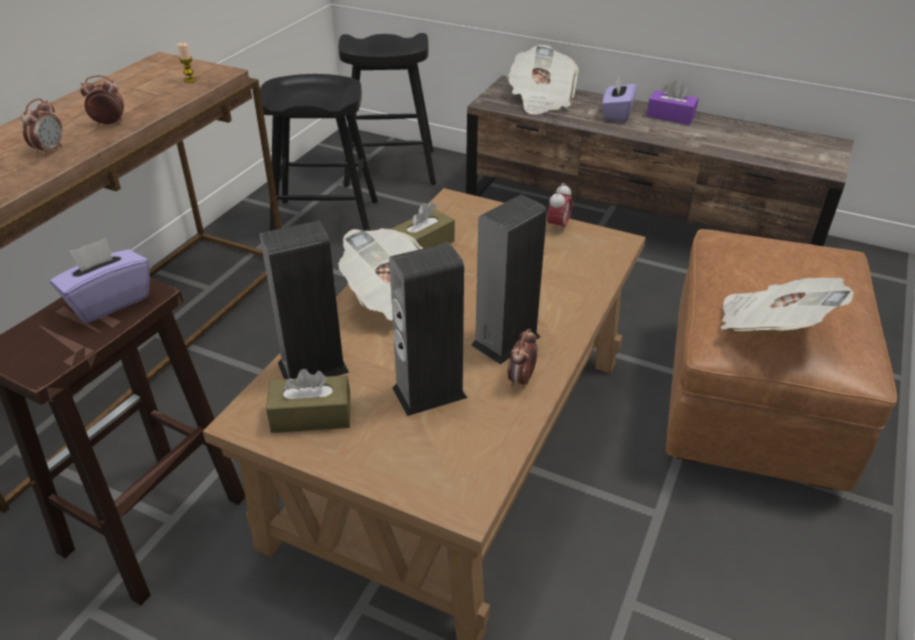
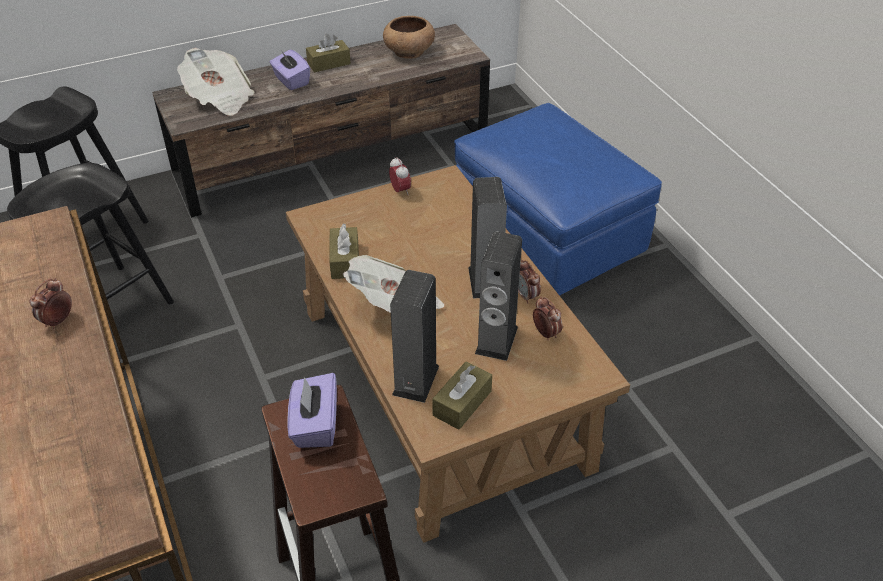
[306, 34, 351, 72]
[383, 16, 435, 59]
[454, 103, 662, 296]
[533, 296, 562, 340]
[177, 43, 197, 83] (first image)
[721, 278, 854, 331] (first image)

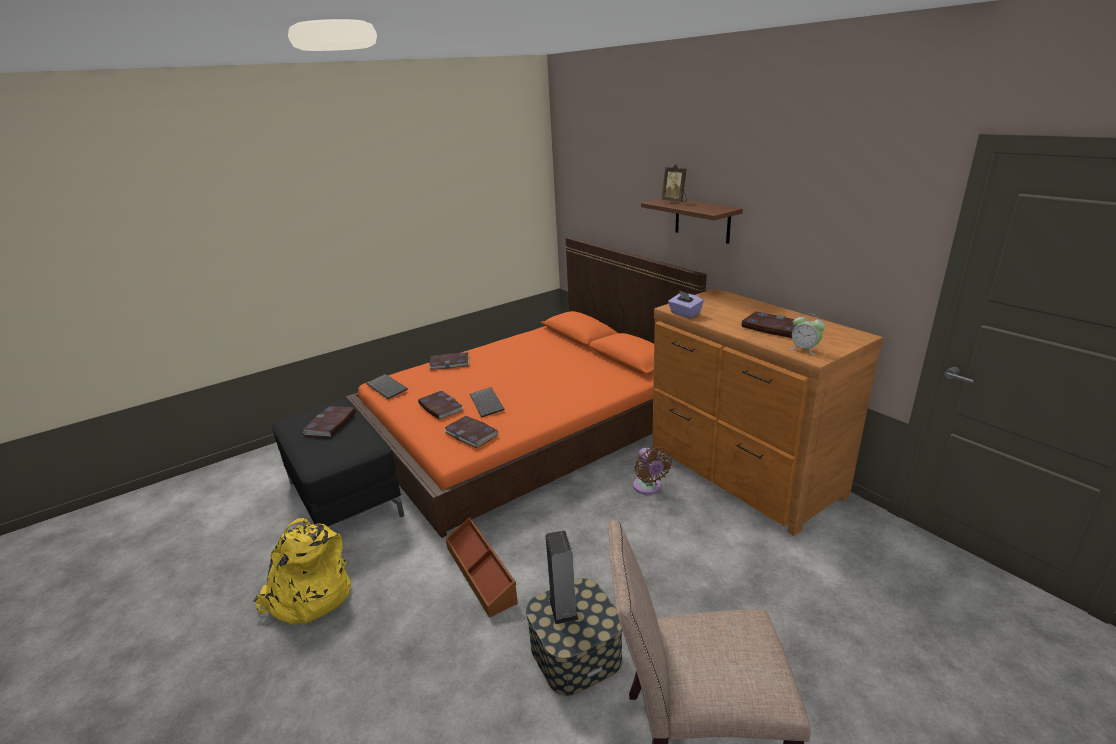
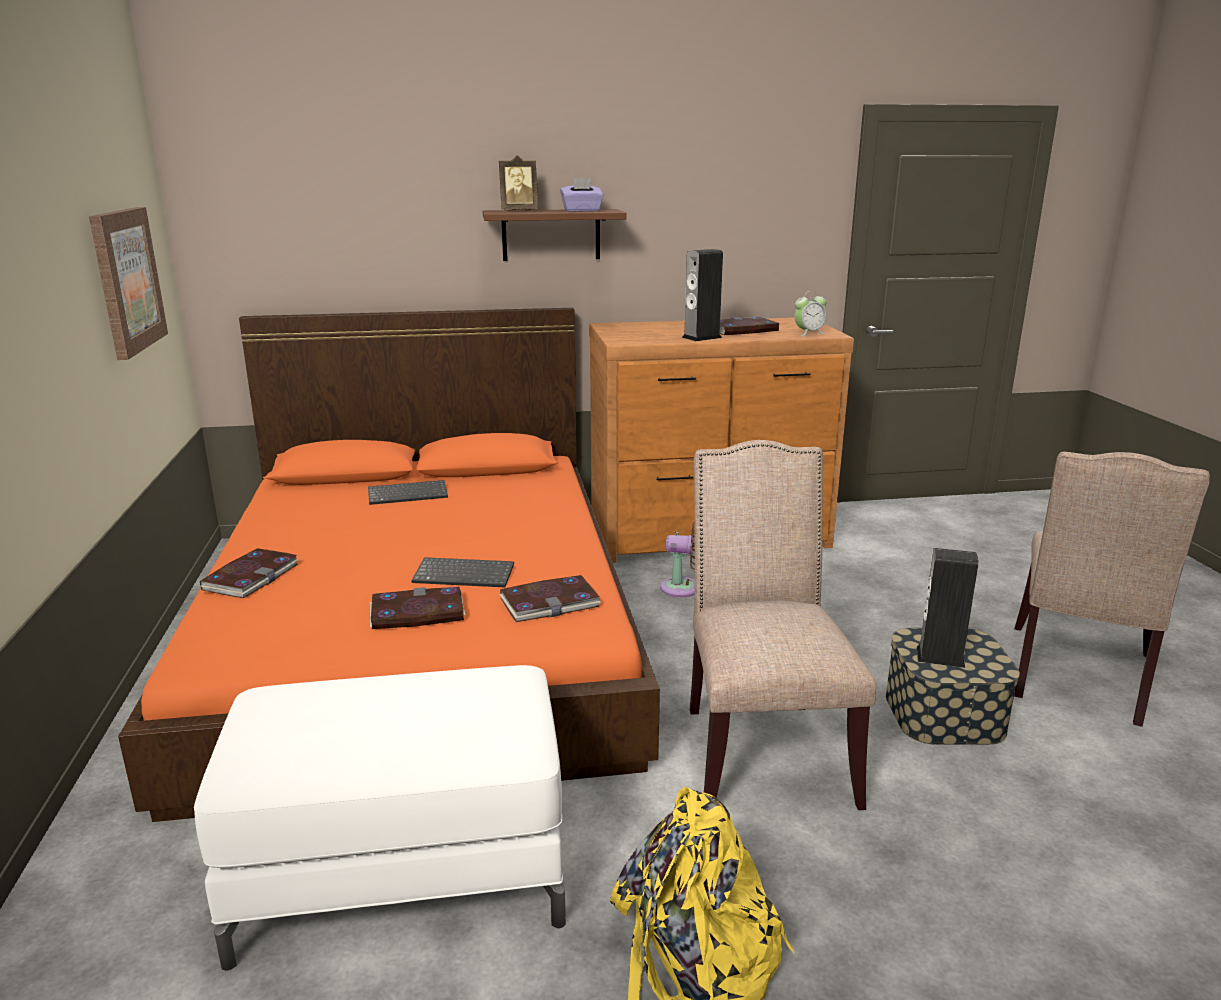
[89, 207, 168, 360]
[194, 665, 566, 970]
[368, 480, 448, 505]
[560, 178, 603, 212]
[682, 249, 723, 341]
[690, 440, 876, 810]
[303, 406, 356, 437] (first image)

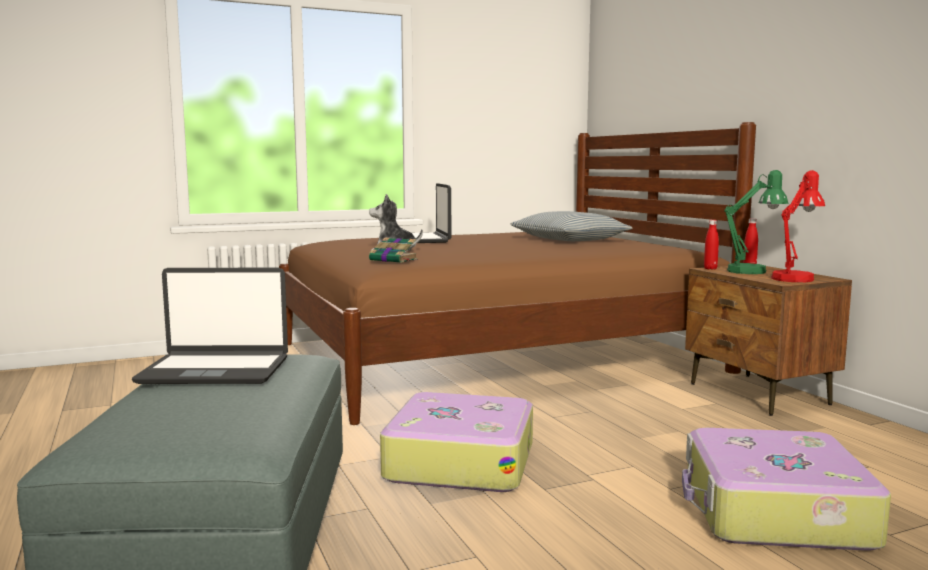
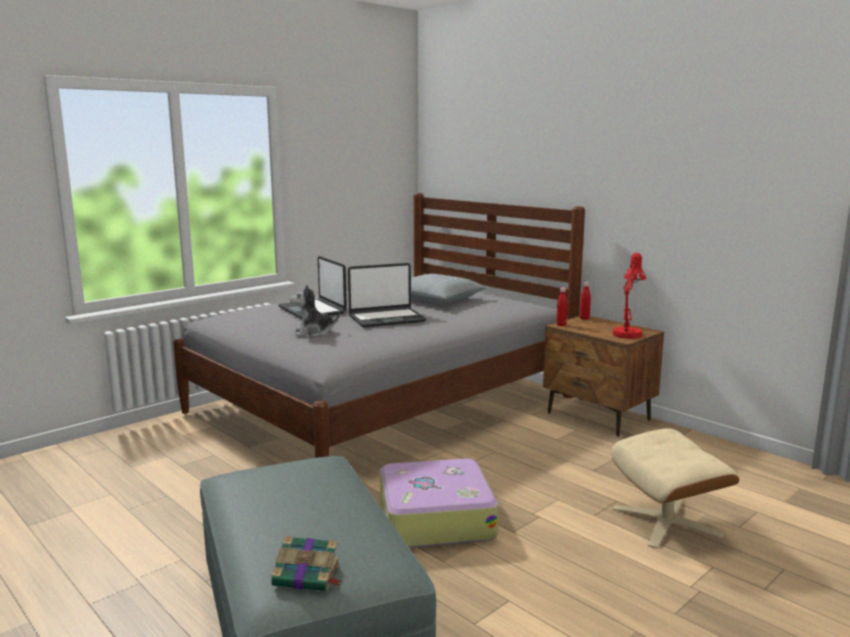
[173, 193, 585, 458]
[271, 536, 341, 591]
[348, 263, 426, 327]
[611, 428, 739, 549]
[724, 170, 789, 274] (first image)

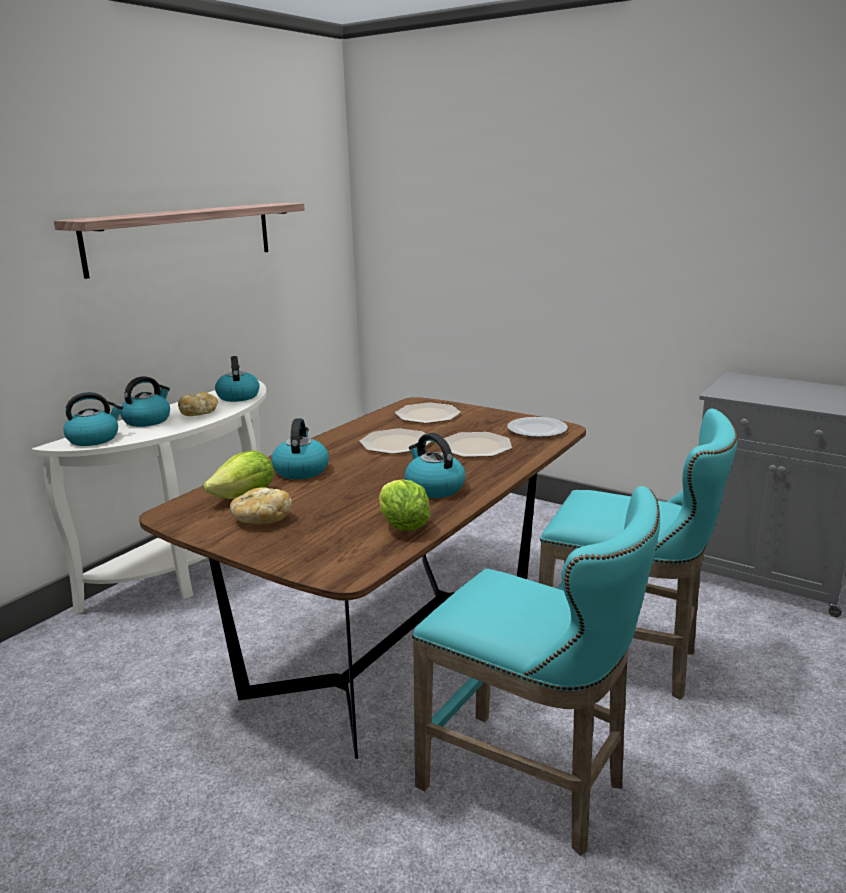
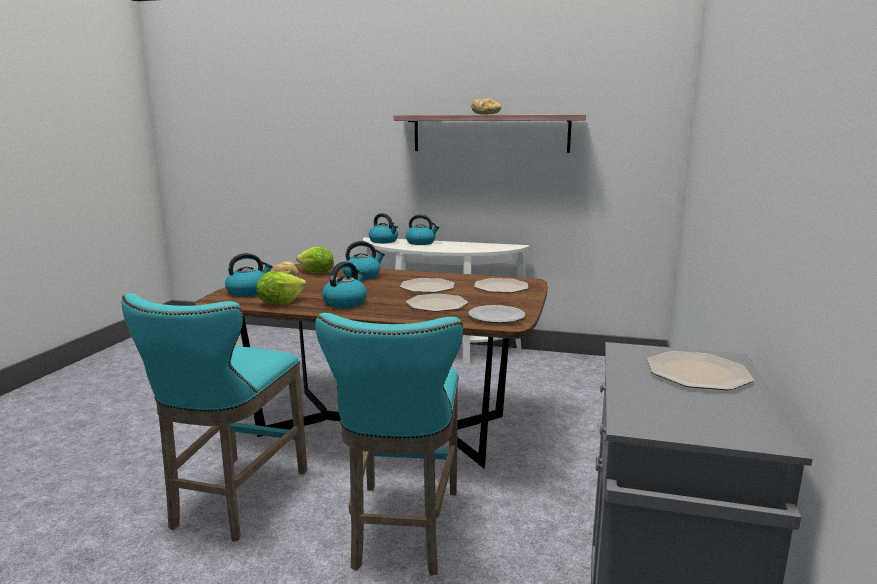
[225, 253, 273, 297]
[471, 99, 502, 115]
[647, 351, 754, 390]

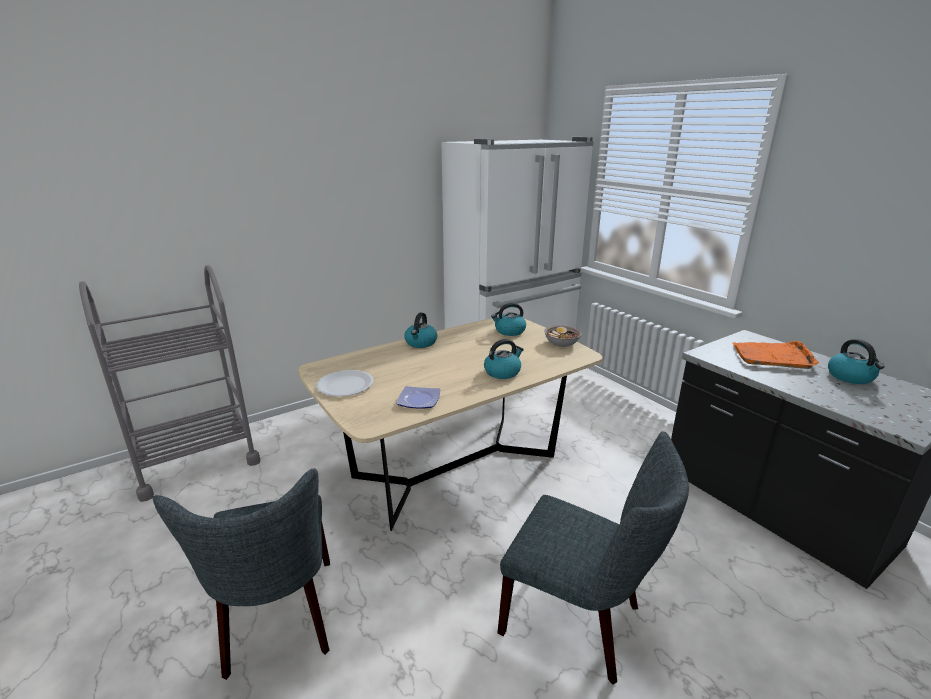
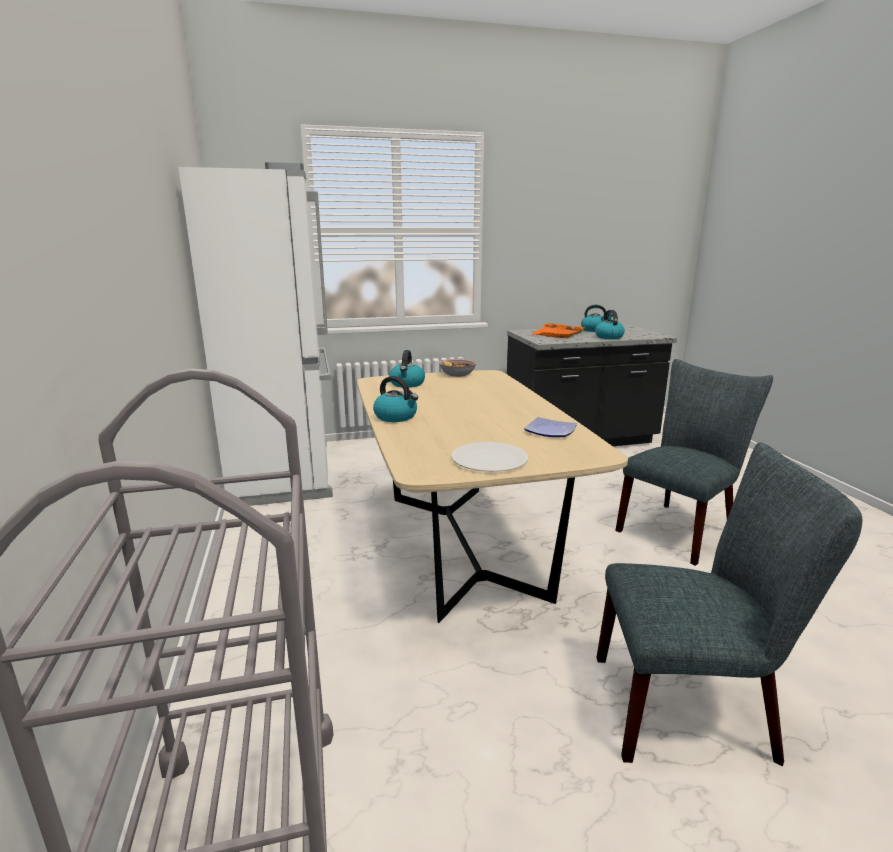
[595, 310, 625, 339]

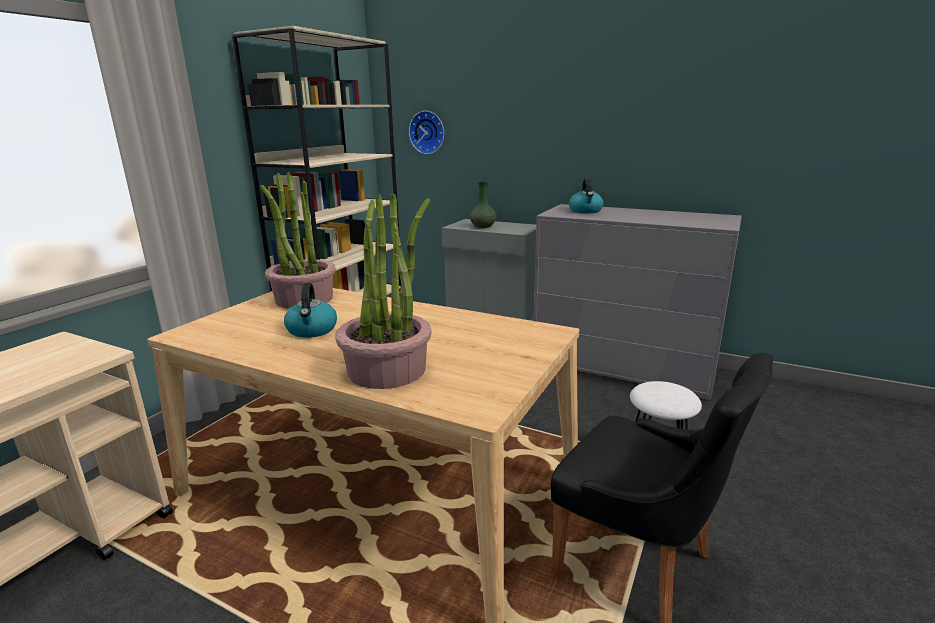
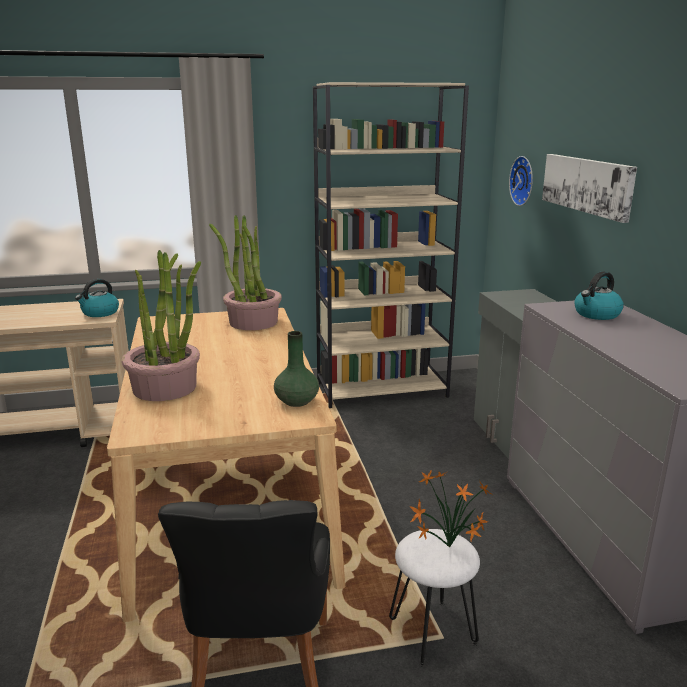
[75, 279, 119, 317]
[274, 331, 319, 407]
[409, 469, 491, 547]
[542, 154, 637, 223]

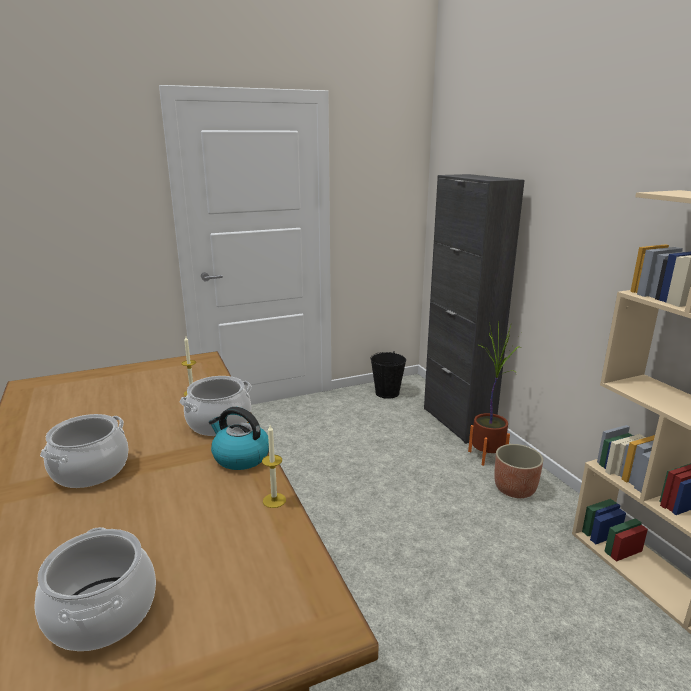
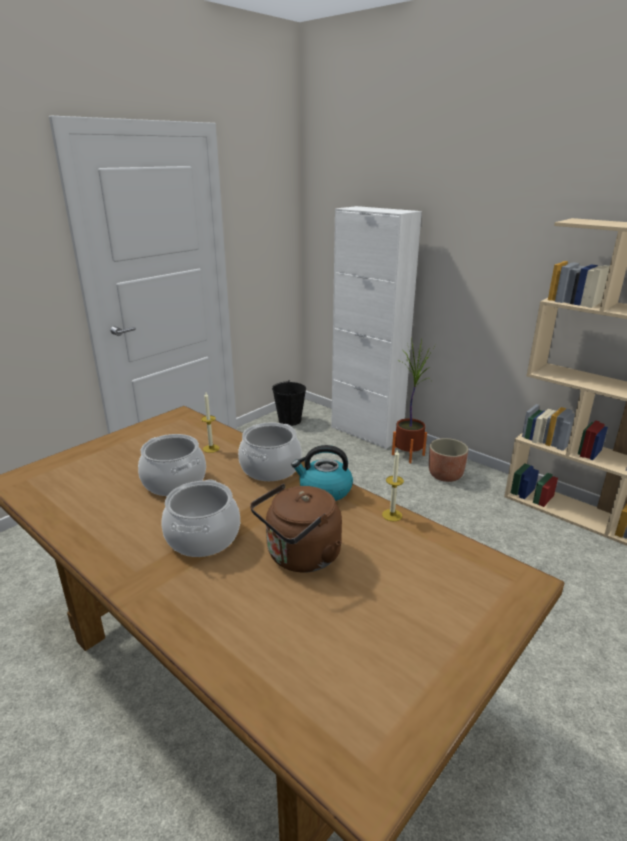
[138, 434, 206, 496]
[250, 483, 342, 573]
[331, 206, 422, 449]

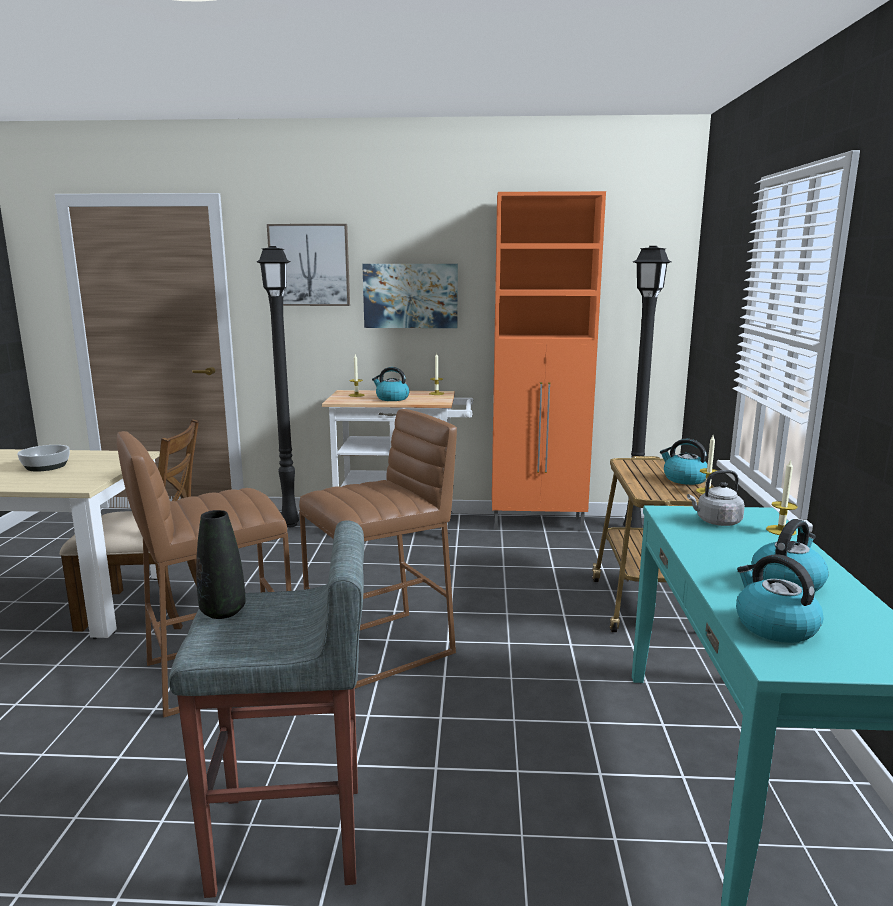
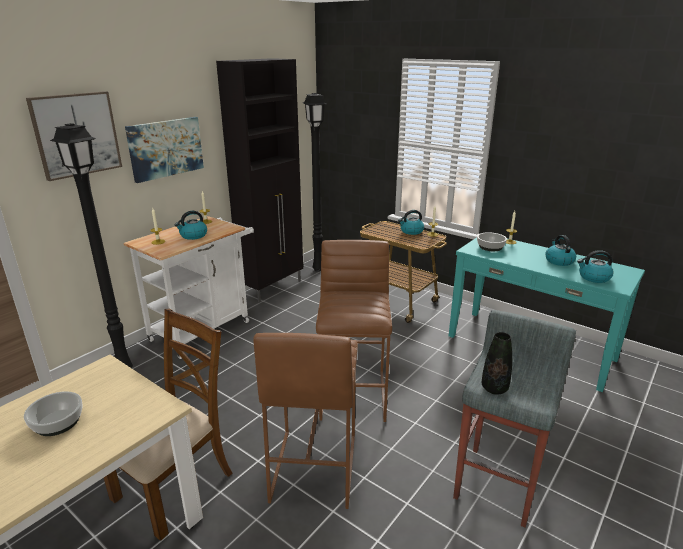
[216, 58, 303, 303]
[477, 232, 507, 251]

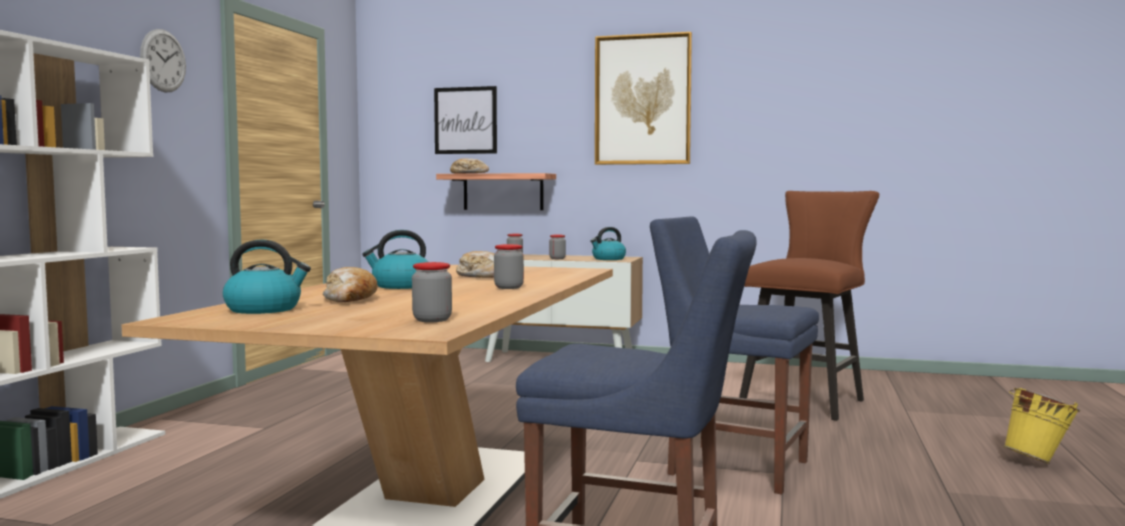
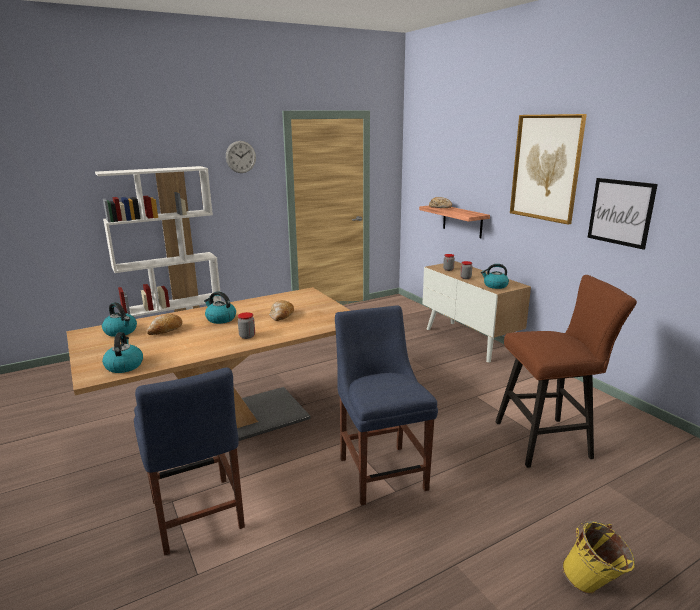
[102, 332, 143, 373]
[587, 178, 658, 250]

